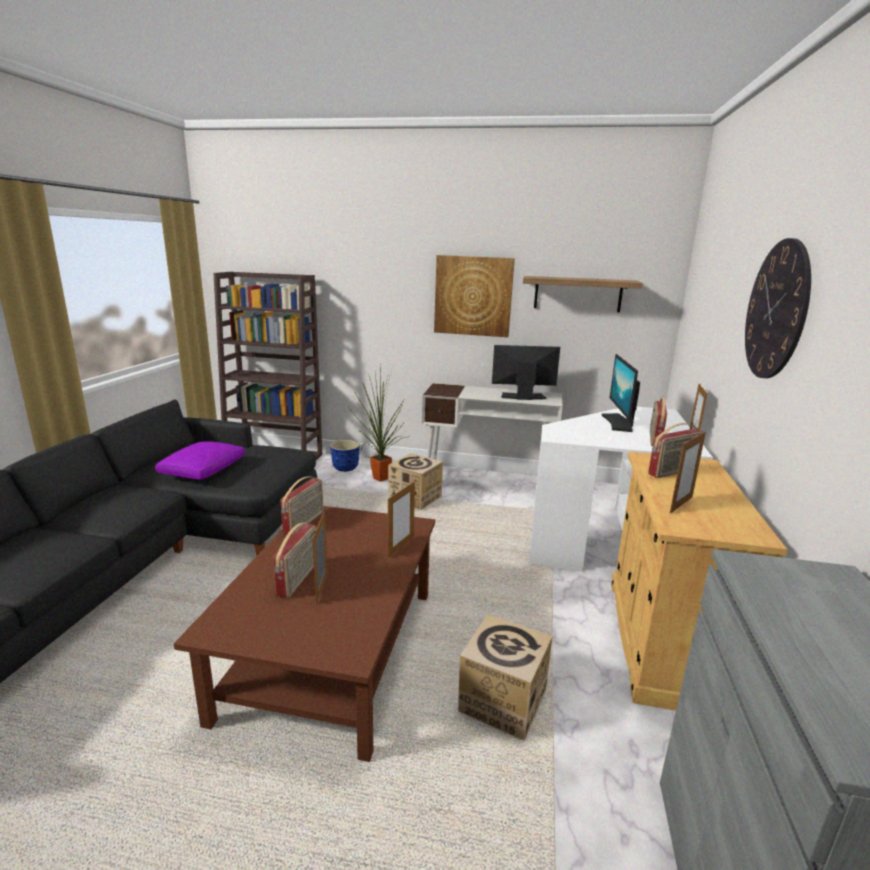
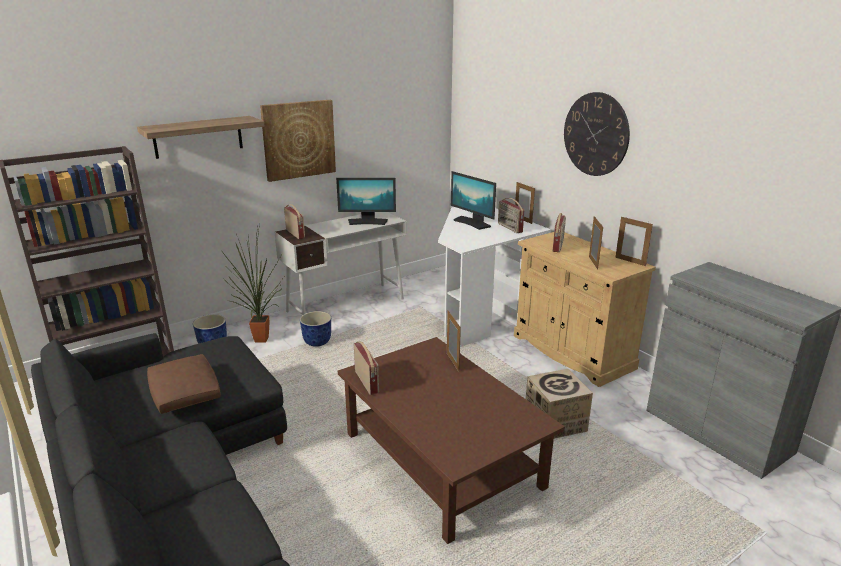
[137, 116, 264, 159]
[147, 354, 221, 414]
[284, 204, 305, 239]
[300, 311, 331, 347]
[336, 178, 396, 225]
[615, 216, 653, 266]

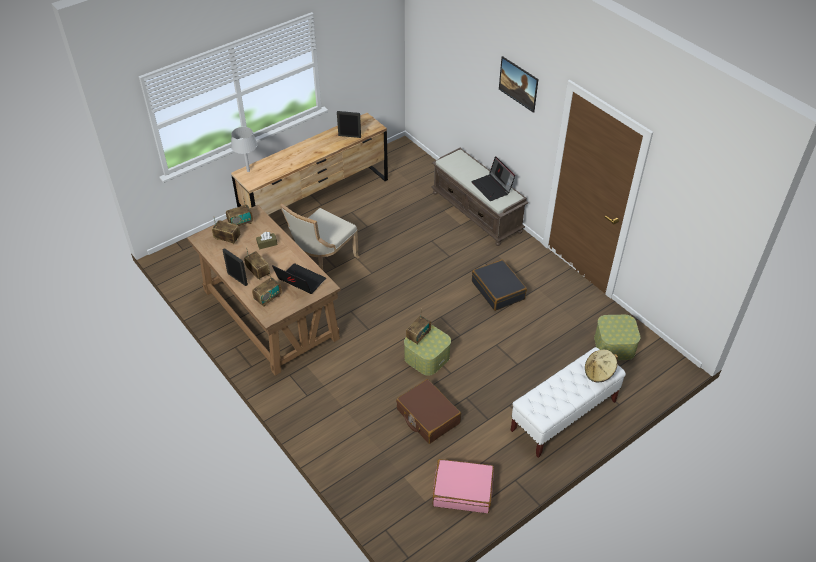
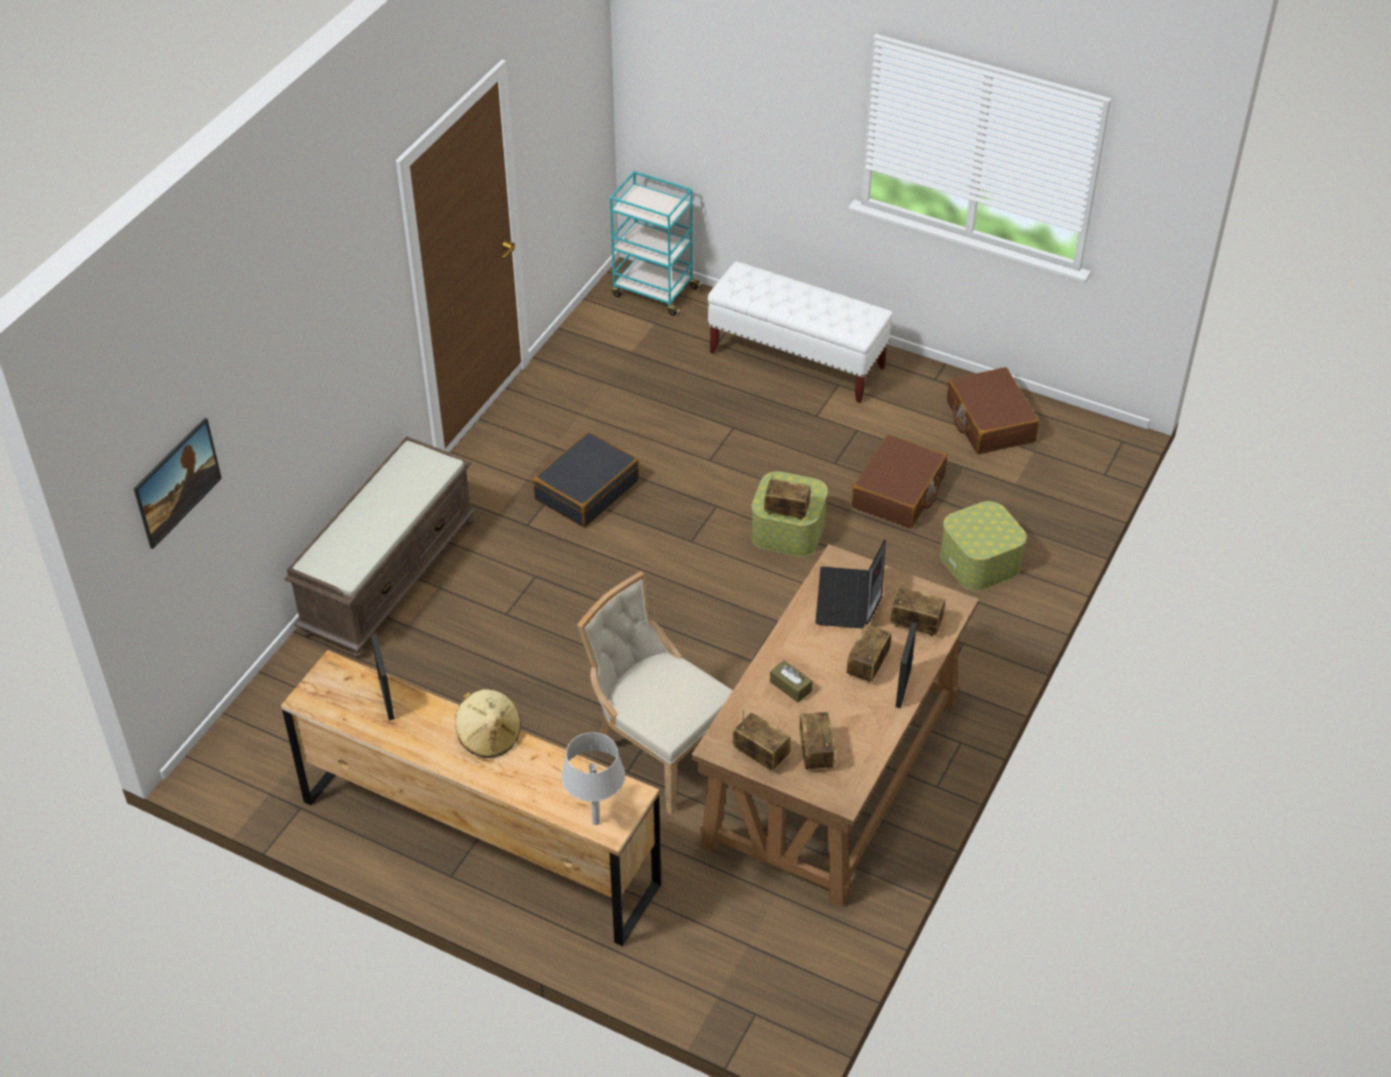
[133, 418, 222, 549]
[455, 689, 521, 758]
[577, 571, 733, 815]
[610, 171, 702, 316]
[940, 501, 1026, 591]
[947, 367, 1039, 454]
[471, 156, 515, 201] (first image)

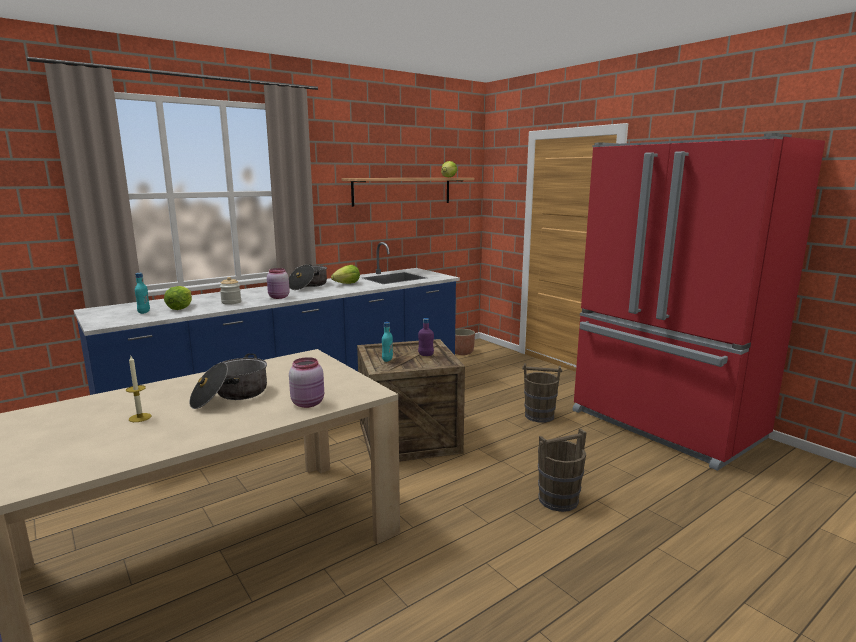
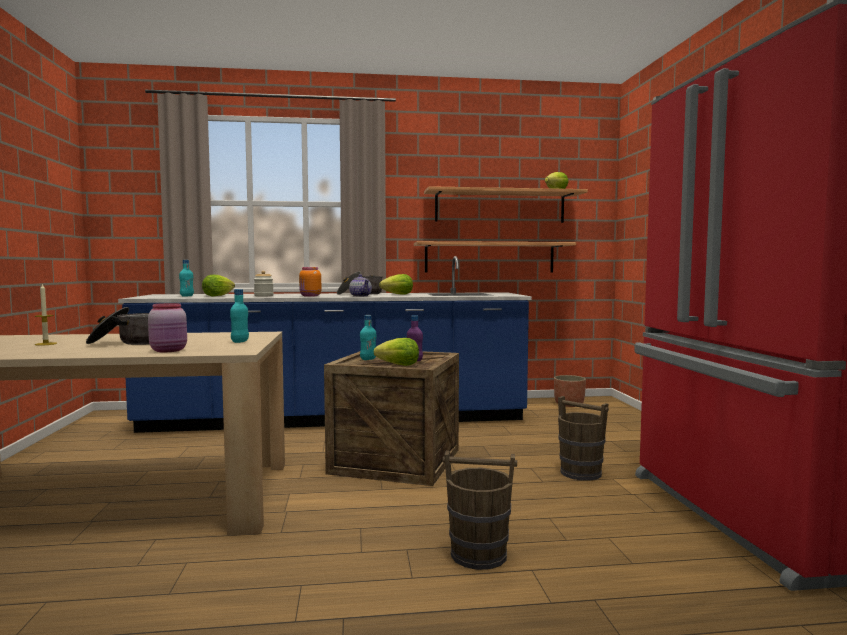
[230, 289, 249, 343]
[299, 267, 321, 297]
[349, 274, 372, 297]
[374, 338, 419, 366]
[414, 241, 576, 273]

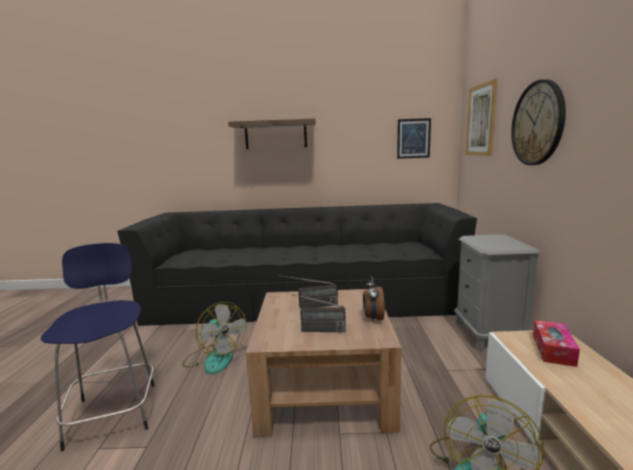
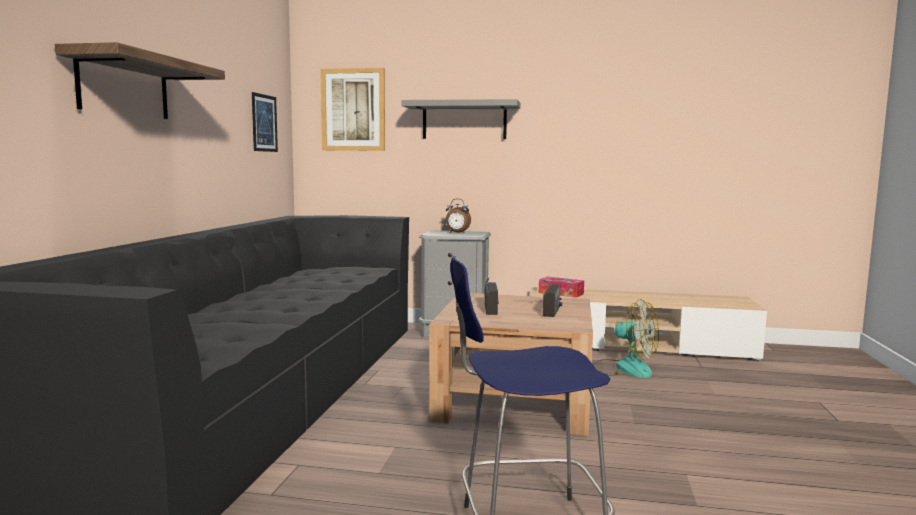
[401, 99, 520, 139]
[446, 199, 471, 233]
[182, 302, 247, 374] (first image)

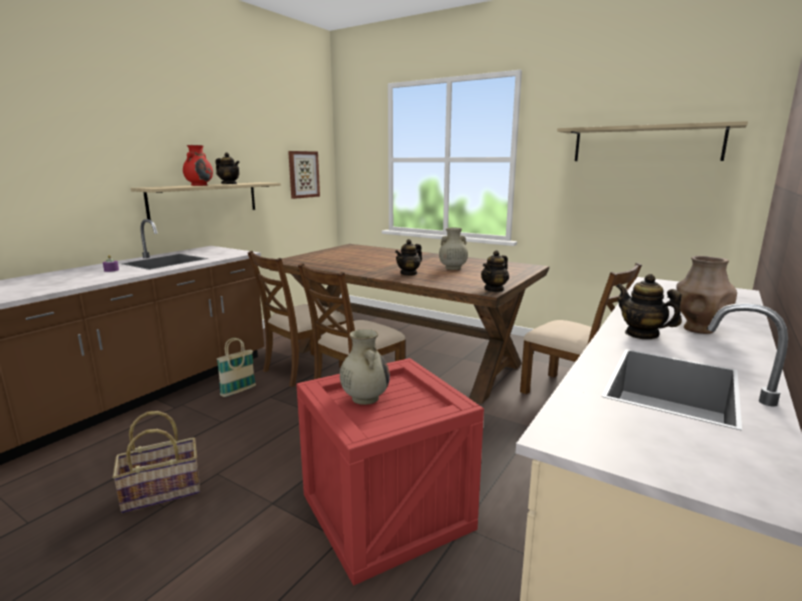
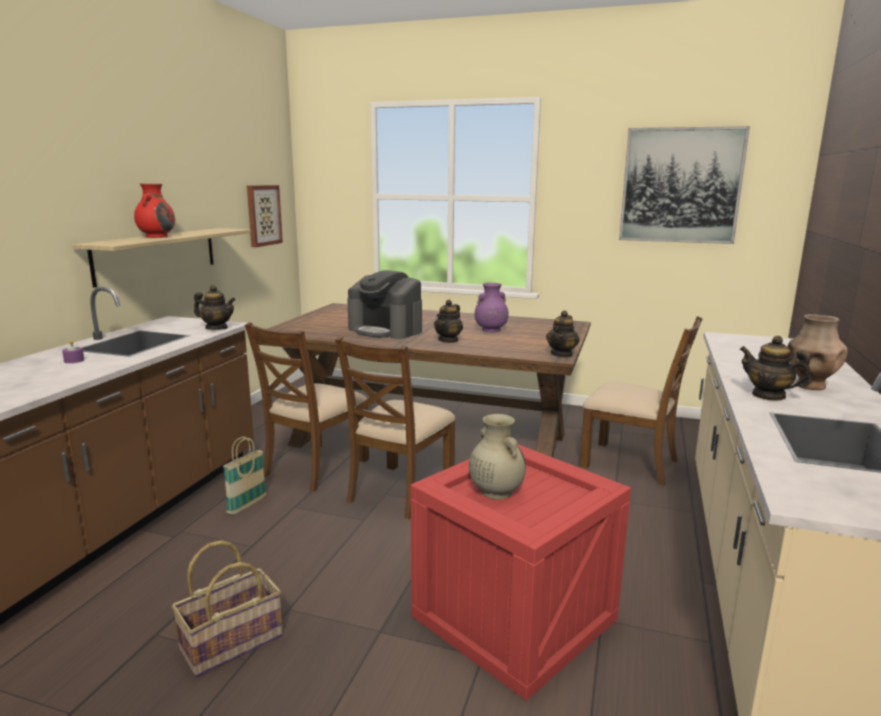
[194, 285, 235, 330]
[347, 270, 422, 339]
[475, 283, 509, 332]
[619, 126, 750, 244]

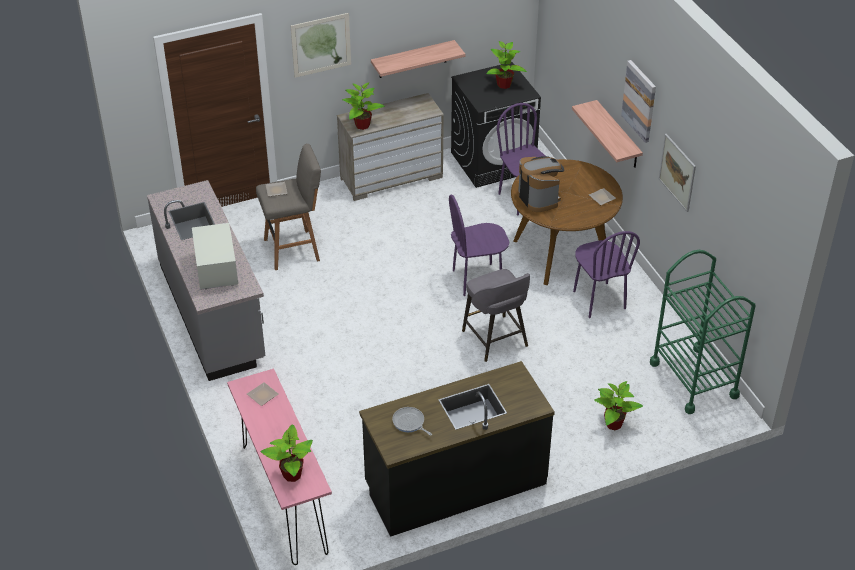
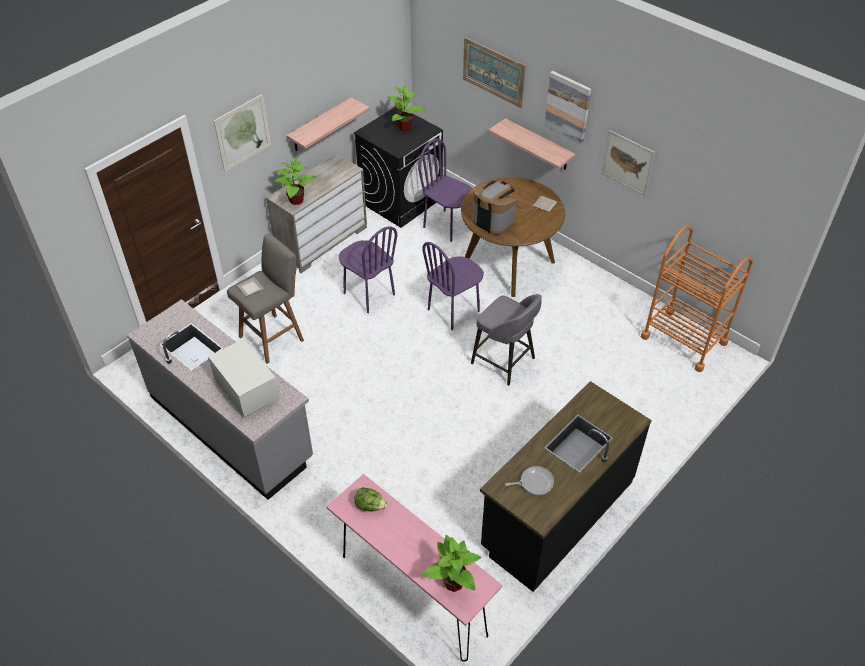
[339, 226, 397, 313]
[355, 487, 387, 512]
[463, 37, 526, 108]
[505, 466, 554, 495]
[641, 226, 753, 372]
[594, 381, 643, 430] (first image)

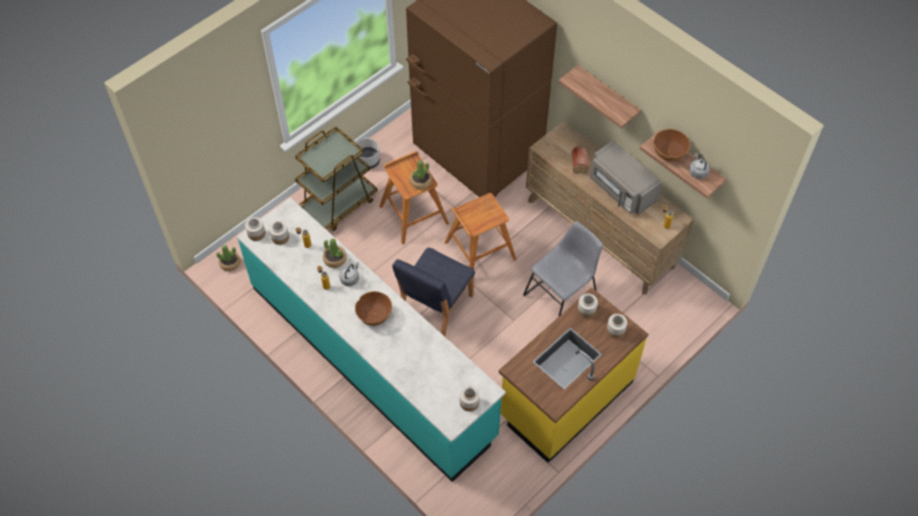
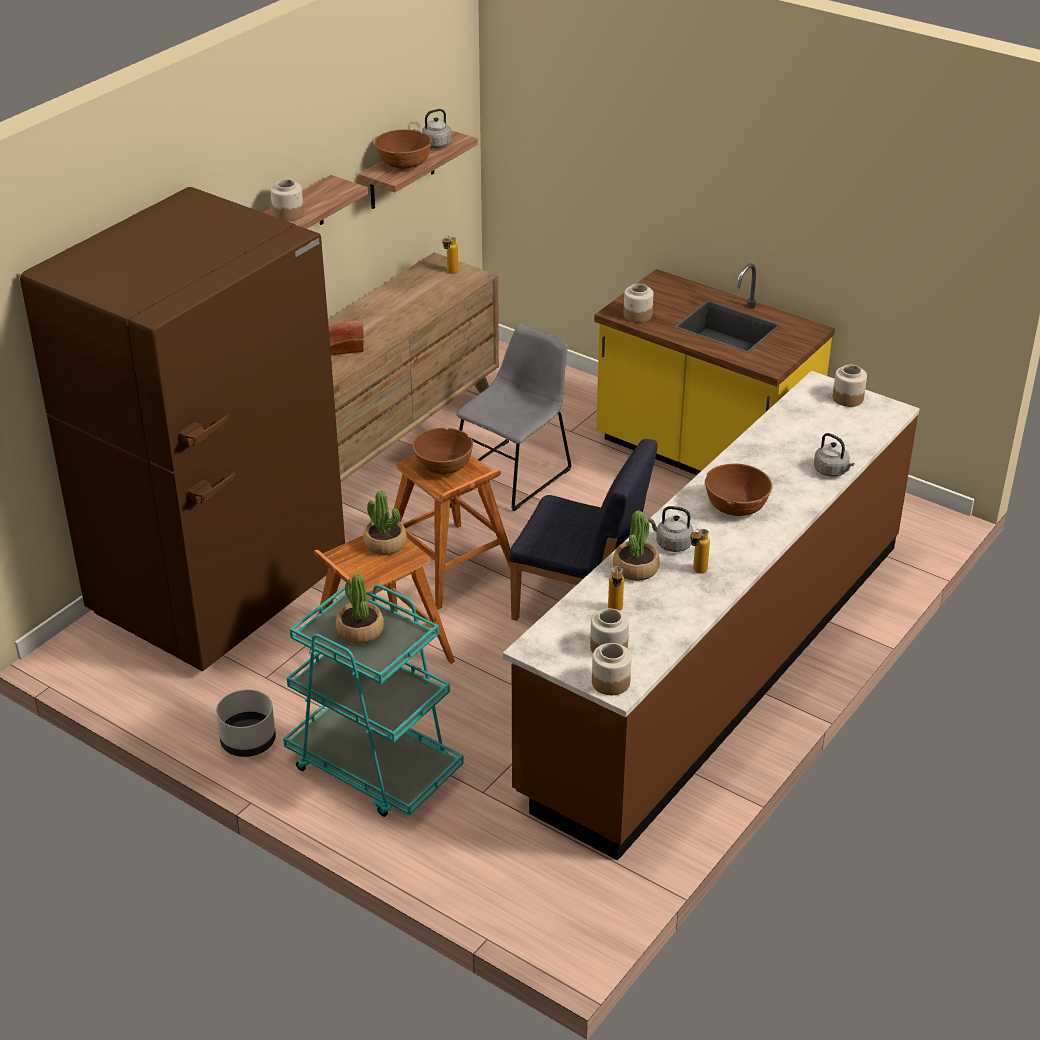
[270, 179, 304, 221]
[283, 584, 464, 817]
[336, 574, 384, 644]
[412, 428, 473, 475]
[456, 324, 571, 511]
[503, 371, 920, 860]
[814, 433, 855, 477]
[590, 140, 662, 215] (first image)

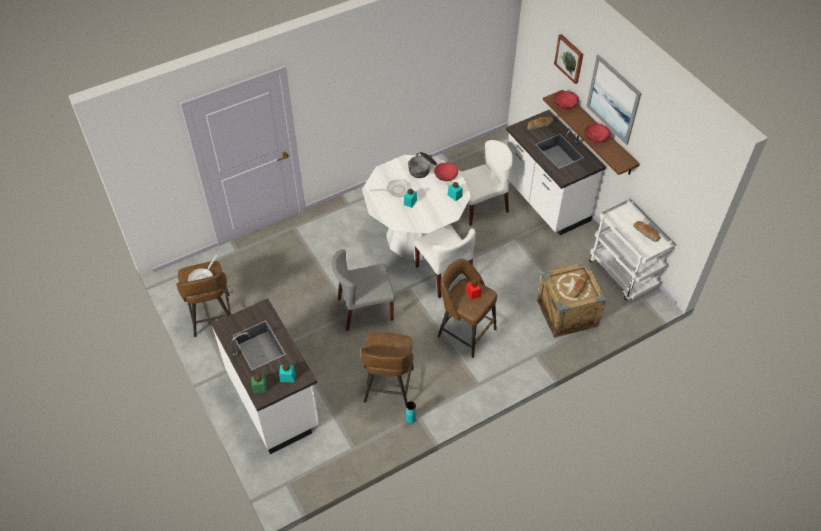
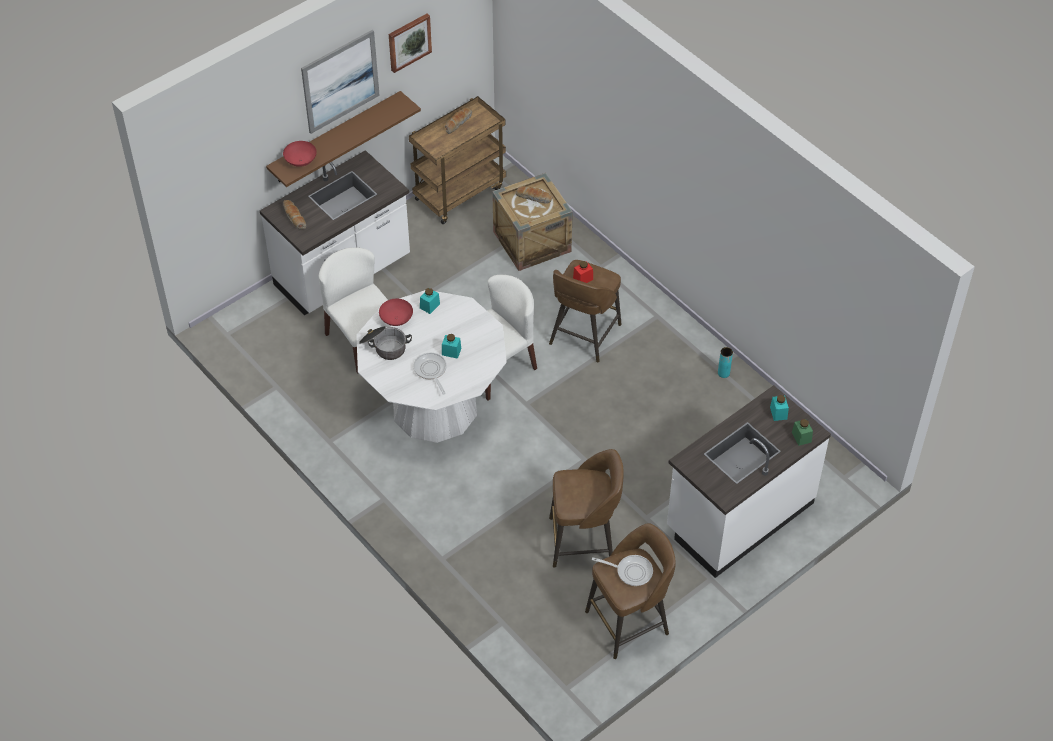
[389, 14, 432, 73]
[409, 96, 506, 224]
[549, 449, 624, 568]
[332, 249, 395, 331] (first image)
[585, 124, 611, 143] (first image)

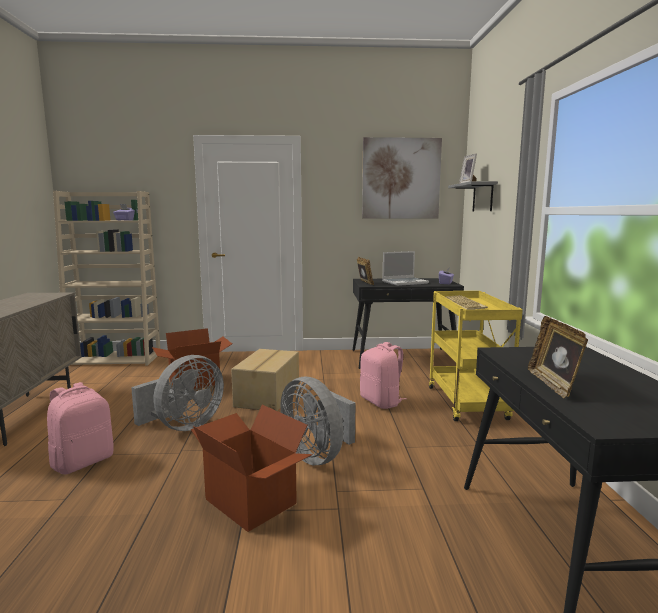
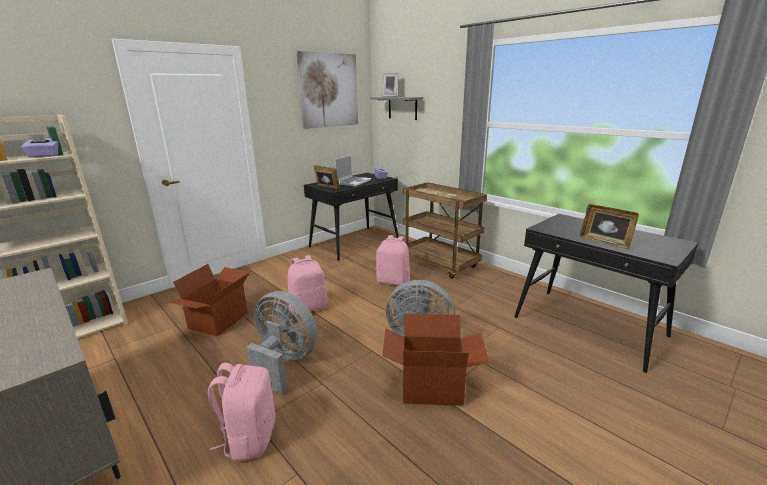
[246, 291, 318, 394]
[288, 255, 328, 315]
[403, 182, 487, 279]

